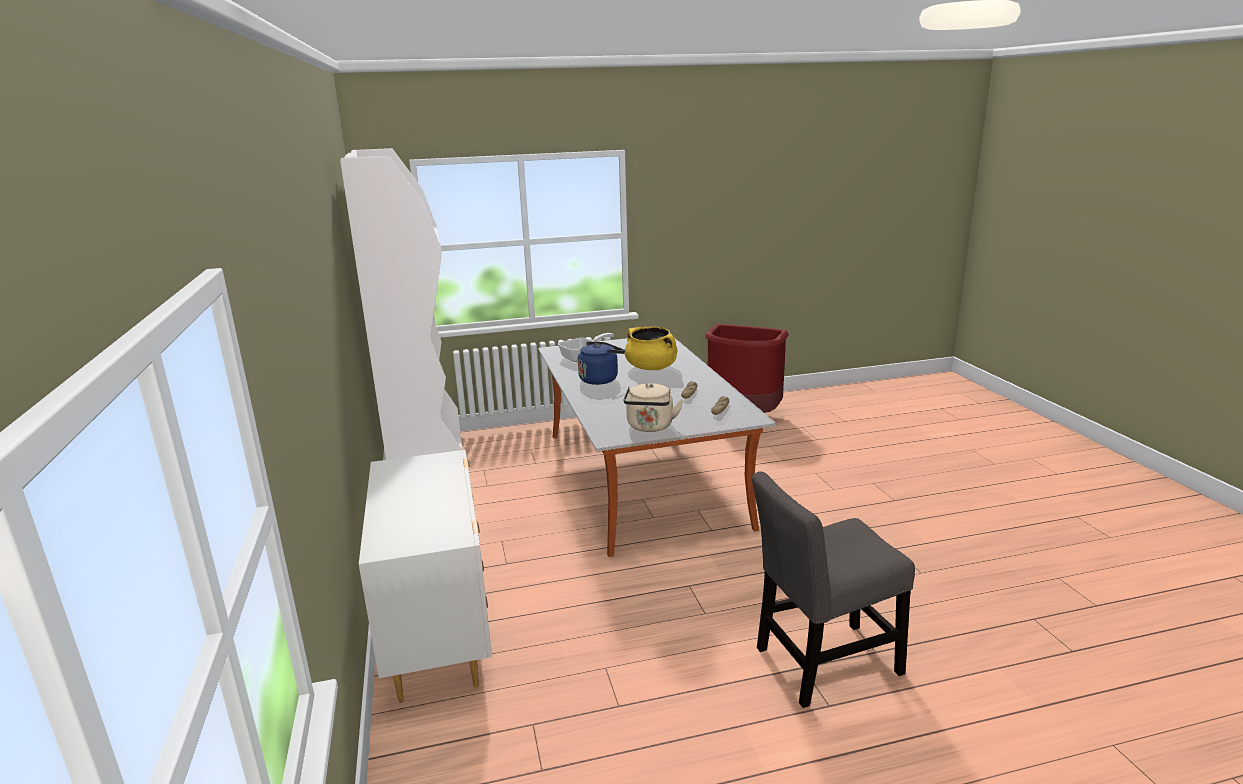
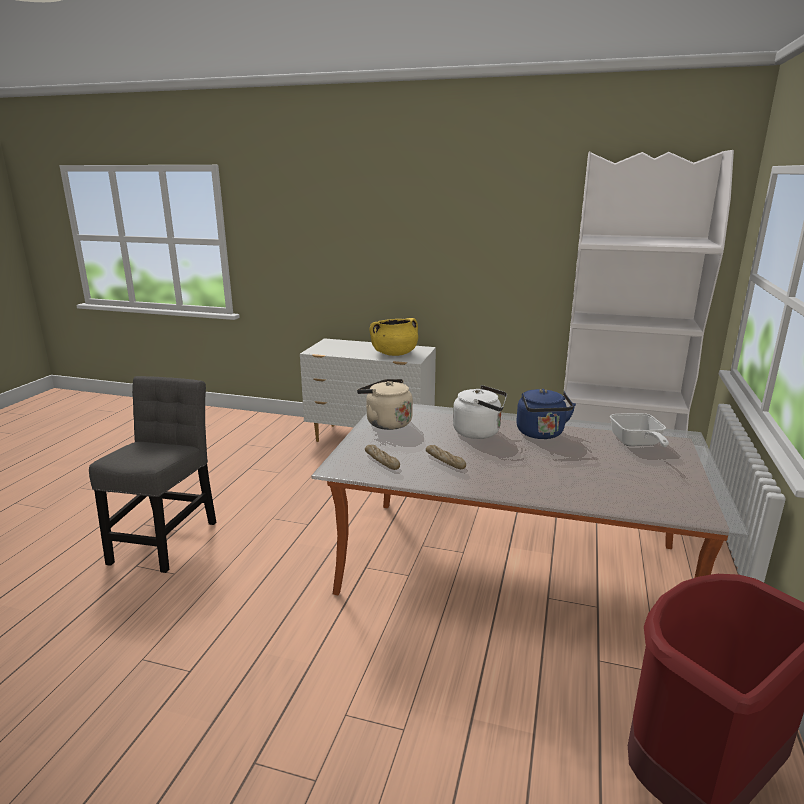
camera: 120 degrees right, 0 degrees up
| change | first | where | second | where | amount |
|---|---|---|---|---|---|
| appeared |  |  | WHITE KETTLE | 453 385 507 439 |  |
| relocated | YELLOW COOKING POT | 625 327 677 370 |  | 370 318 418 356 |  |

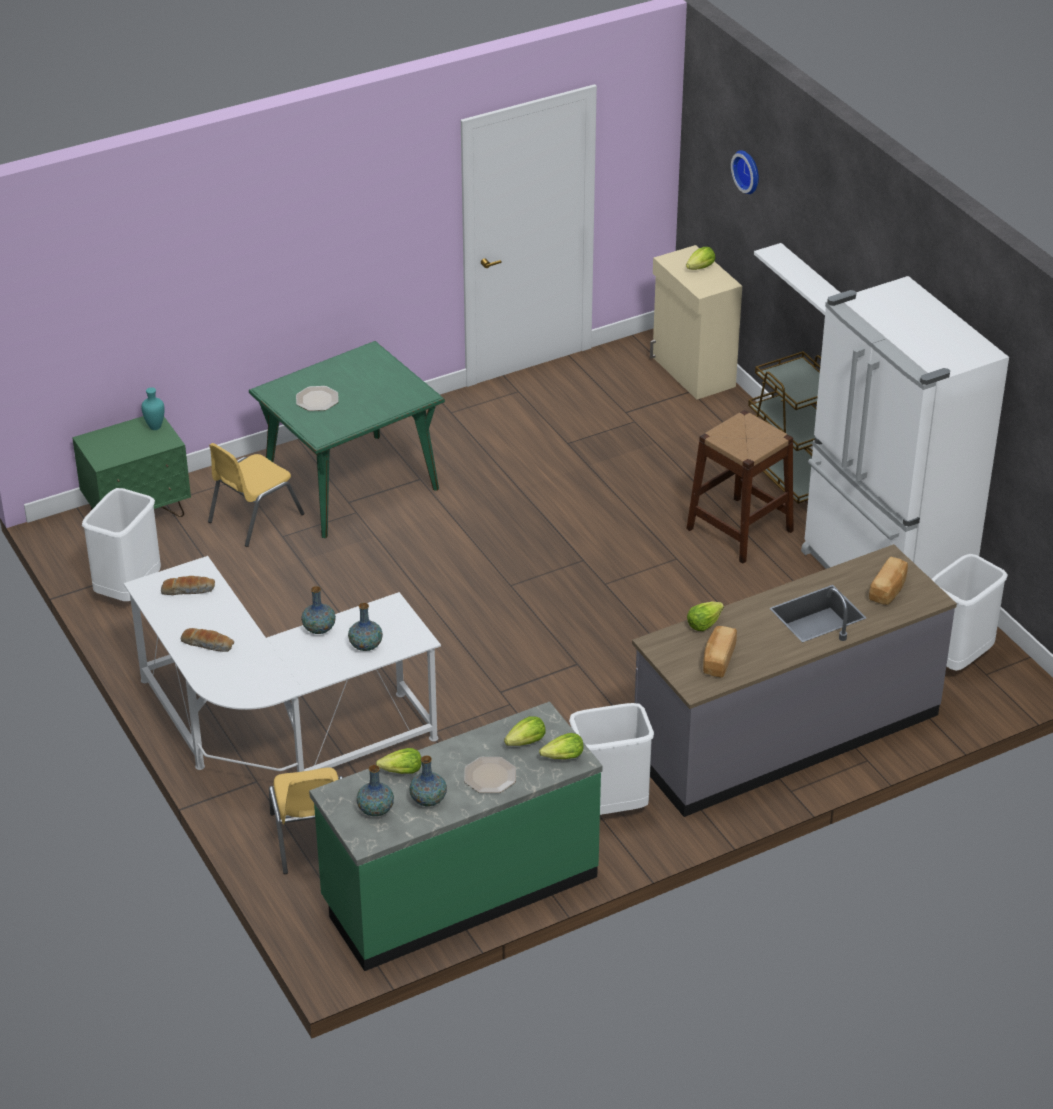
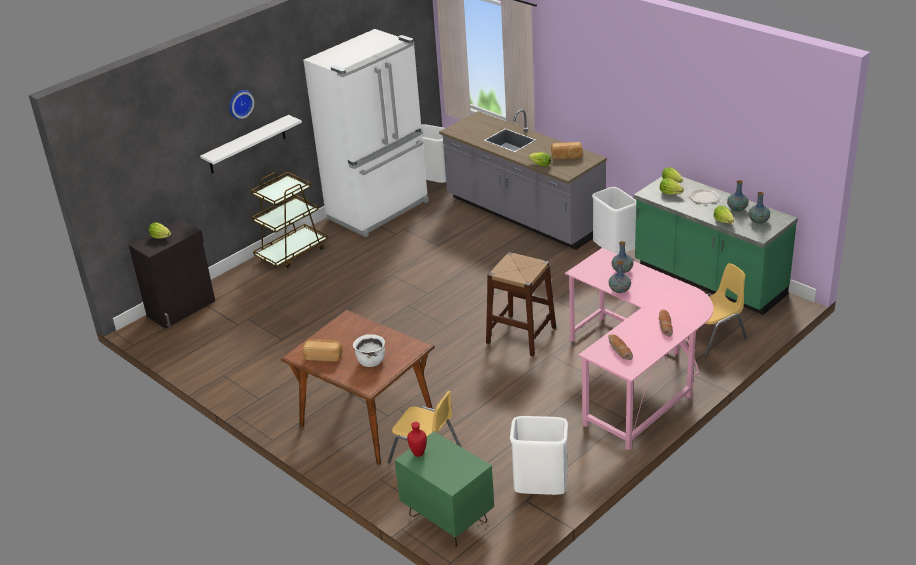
camera: 105 degrees left, 5 degrees down
| change | first | where | second | where | amount |
|---|---|---|---|---|---|
| relocated | BROWN STOOL | 686 410 794 564 |  | 486 252 556 356 |  |
| relocated | WALL CLOCK | 731 150 759 194 |  | 229 90 254 119 |  |
| relocated | BREAD | 869 557 908 605 |  | 302 339 343 362 |  |
| exchanged | PLATE | 296 386 339 411 | WHITE COOKING POT | 353 334 385 367 |  |
| colour | WHITE DESK | 124 556 441 772 | PINK DESK | 565 248 713 450 |  |
| colour | TURQUOISE VASE | 141 387 164 430 | RED VASE | 407 422 427 457 |  |
| colour | GREEN DINING TABLE | 249 341 445 538 | BROWN DINING TABLE | 281 310 435 465 |  |
| colour | BEIGE CABINET | 650 245 742 400 | BLACK CABINET | 129 219 215 329 |  |

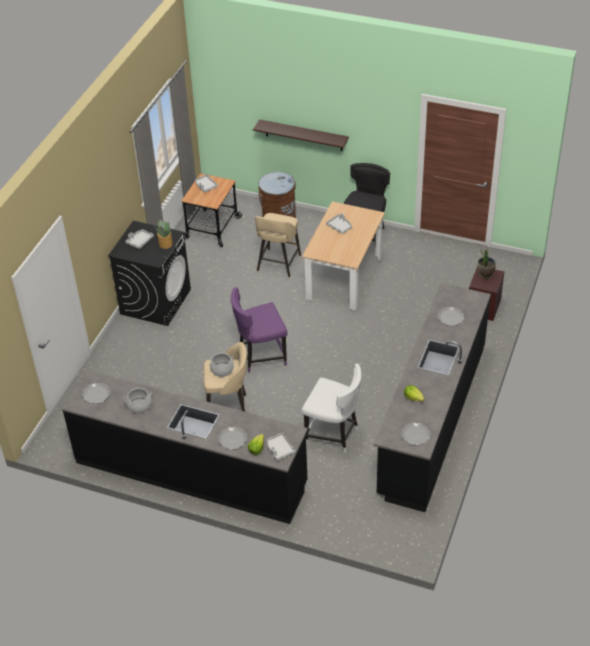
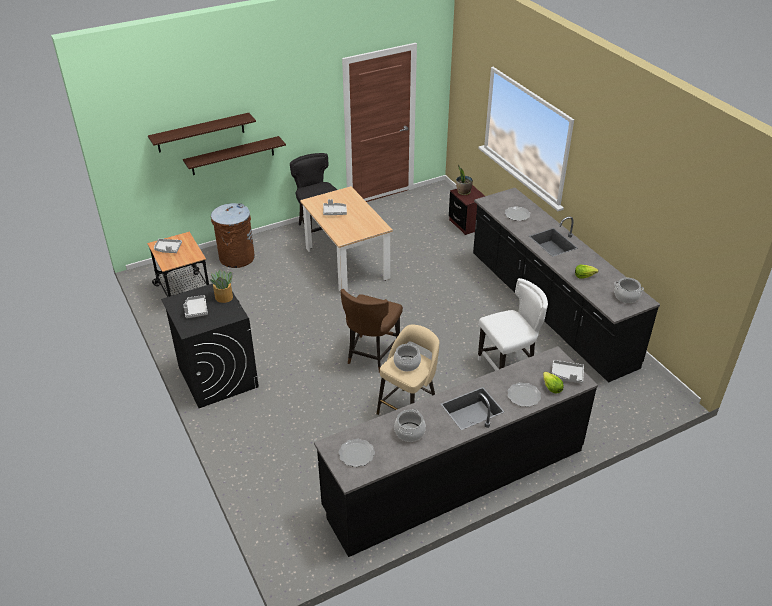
camera: 50 degrees left, 5 degrees down
| change | first | where | second | where | amount |
|---|---|---|---|---|---|
| missing | BEIGE STOOL | 255 213 301 277 |  |  |  |
| appeared |  |  | SHELF | 148 113 256 153 |  |
| exchanged | PLATE | 401 422 431 445 | COOKING POT | 614 278 644 303 |  |
| colour | PURPLE CHAIR | 231 287 288 373 | BROWN CHAIR | 340 289 403 373 |  |

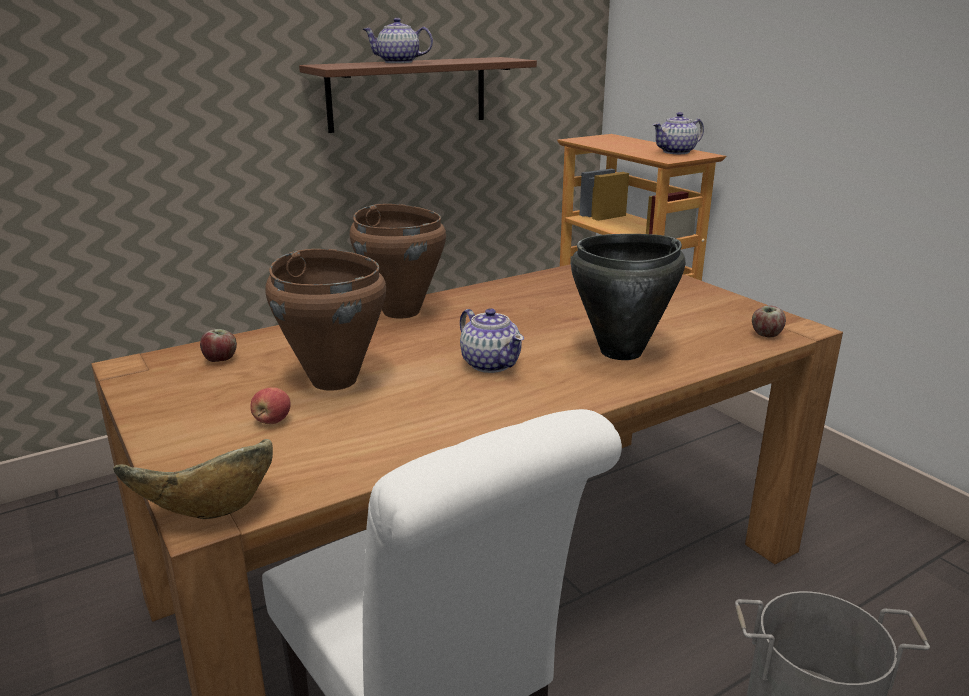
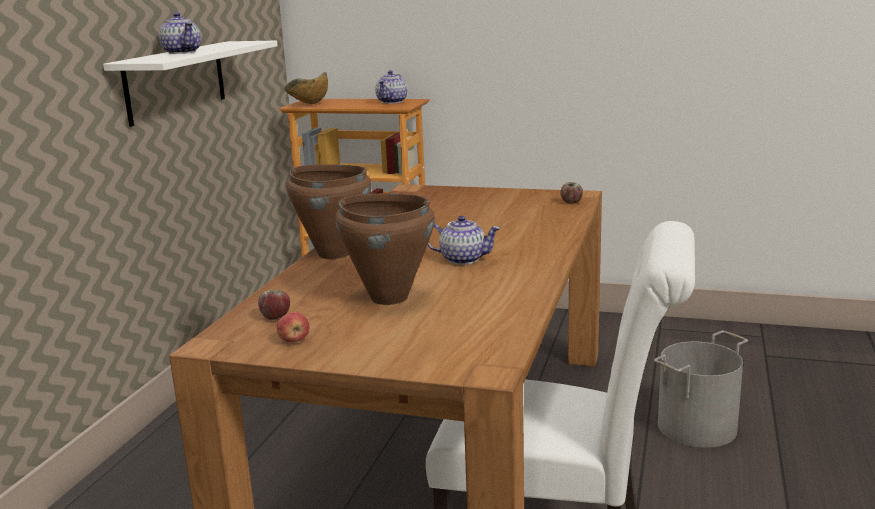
camera: 40 degrees left, 5 degrees down
| change | first | where | second | where | amount |
|---|---|---|---|---|---|
| missing | BLACK COOKING POT | 571 234 685 360 |  |  |  |
| relocated | BOWL | 113 439 273 519 |  | 284 72 328 104 |  |
| relocated | APPLE | 250 387 291 424 |  | 277 312 309 343 |  |
| colour | BROWN SHELF | 299 57 537 133 | WHITE SHELF | 103 41 278 127 |  |
| spun | TEAPOT | 363 18 433 63 |  | 159 12 201 54 | 90 degrees counterclockwise |

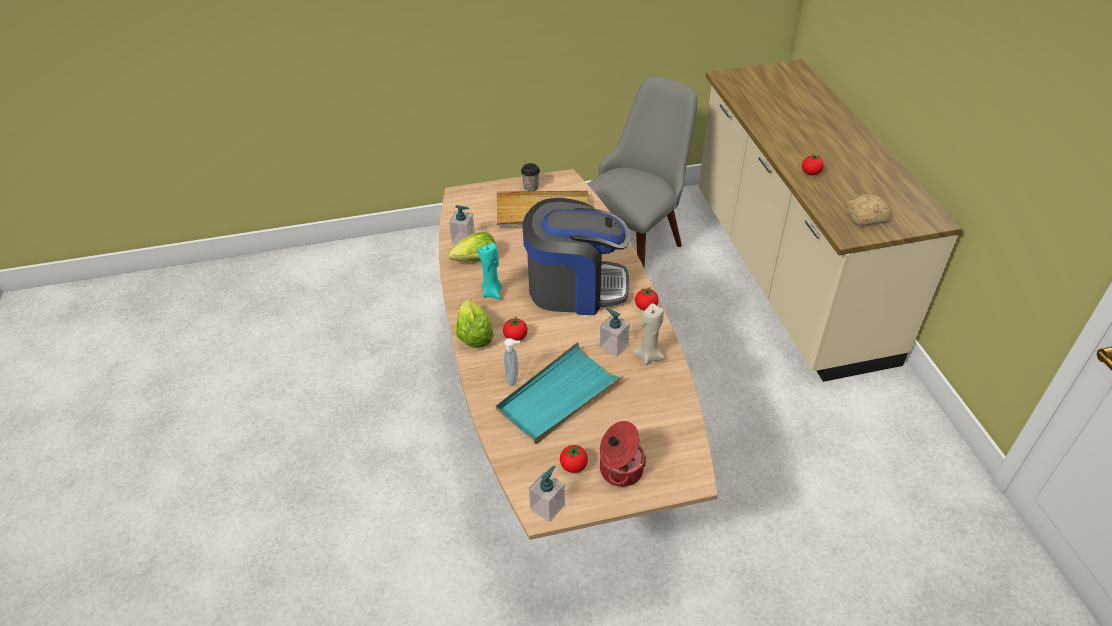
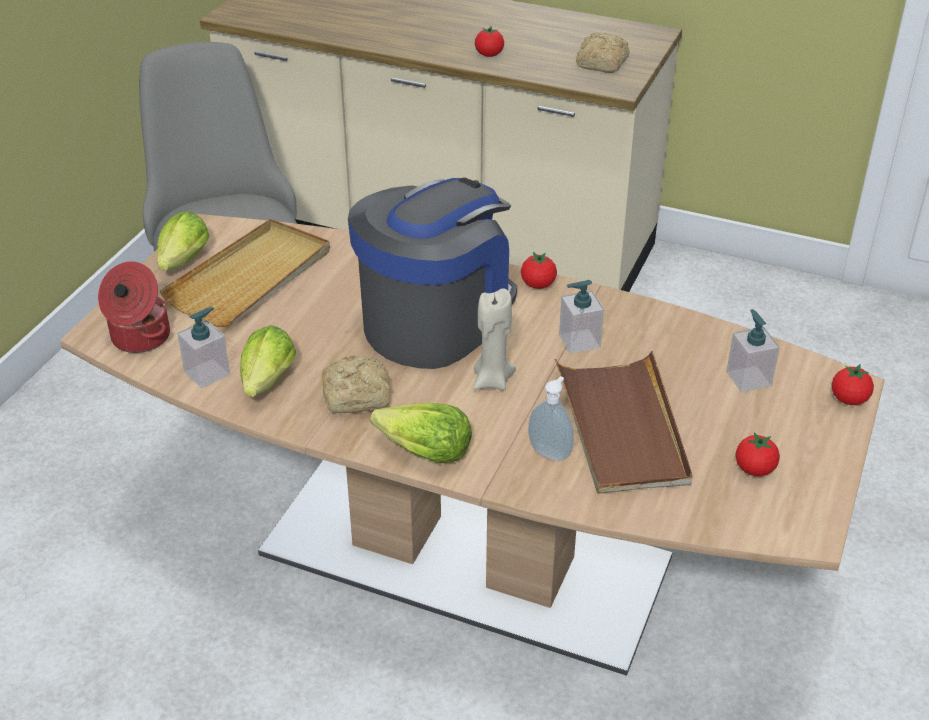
camera: 55 degrees left, 5 degrees down
| change | first | where | second | where | amount |
|---|---|---|---|---|---|
| relocated | TOMATO | 503 317 527 341 |  | 832 364 874 405 |  |
| relocated | SOAP DISPENSER | 529 466 565 522 |  | 727 309 780 392 |  |
| relocated | COOKING POT | 600 421 646 487 |  | 98 261 170 353 |  |
| relocated | BEIGE CANDLE | 633 303 665 365 |  | 473 288 516 391 |  |
| exchanged | TURQUOISE CANDLE | 478 242 502 300 | BREAD | 322 356 390 414 |  |
| exchanged | CUP | 521 163 540 191 | LETTUCE | 157 211 210 271 |  |
| colour | TURQUOISE TRAY | 496 342 623 444 | BROWN TRAY | 555 351 693 494 |  |

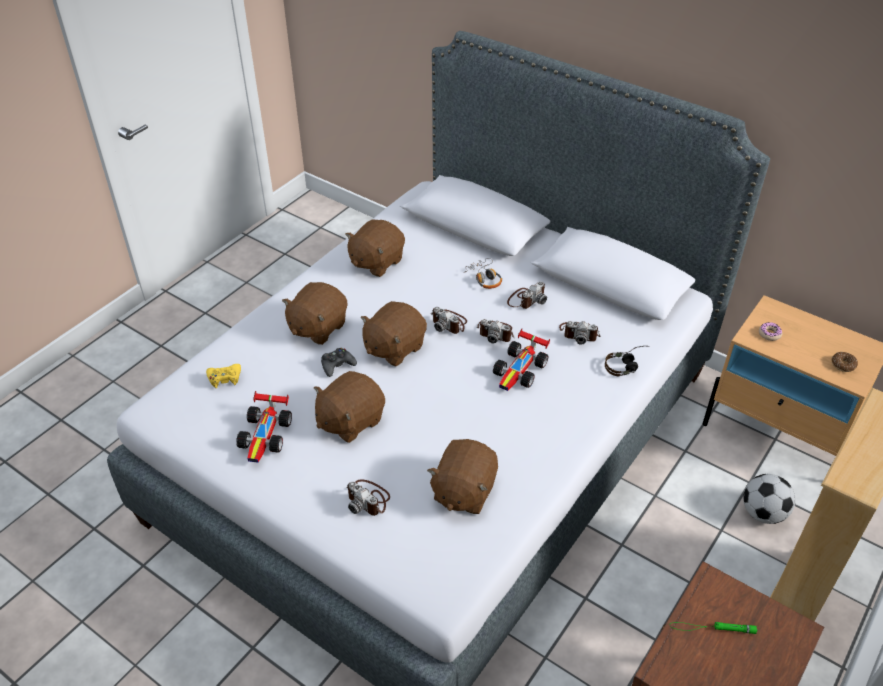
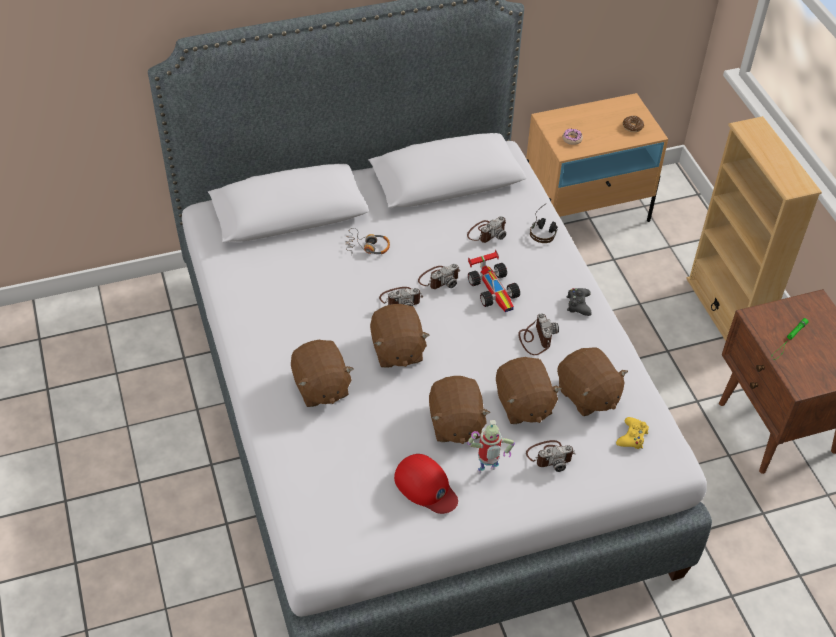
camera: 55 degrees left, 5 degrees up
| change | first | where | second | where | amount |
|---|---|---|---|---|---|
| missing | FOOTBALL | 743 474 796 524 |  |  |  |
| appeared |  |  | TOY ROBOT | 467 419 515 474 |  |
| relocated | YELLOW GAME CONTROLLER | 206 364 241 388 |  | 616 417 649 449 |  |
| relocated | BLACK GAME CONTROLLER | 321 348 357 377 |  | 567 288 592 316 |  |
| relocated | BROWN PLUSH TOY | 345 220 405 277 |  | 496 357 562 424 |  |
| relocated | PHOTO CAMERA | 507 281 547 309 |  | 518 313 559 355 |  |
| exchanged | TOY CAR | 236 391 292 463 | RED CAP | 394 454 458 514 |  |

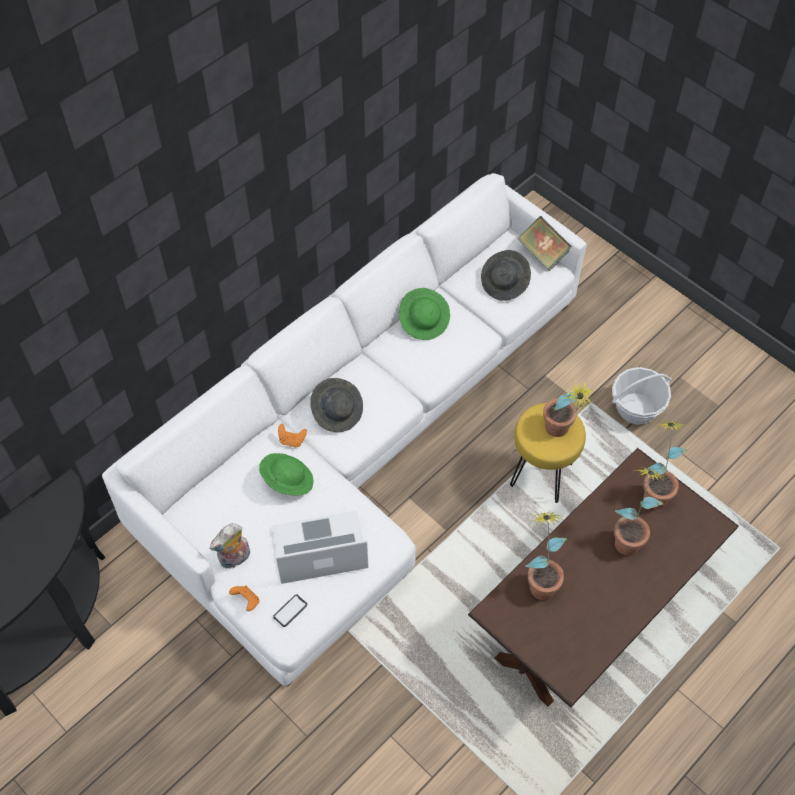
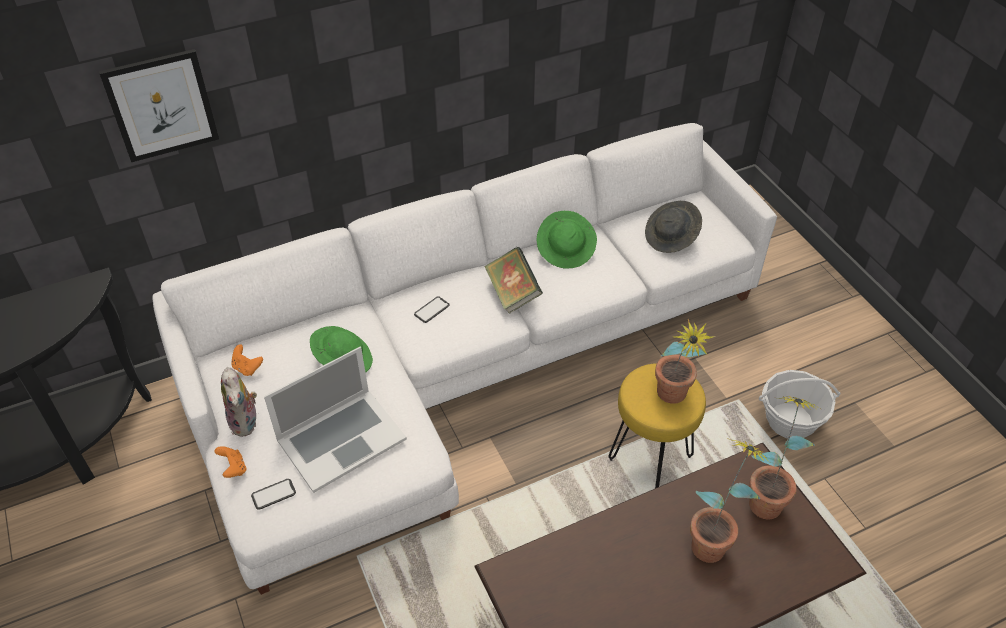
camera: 20 degrees right, 10 degrees down
| change | first | where | second | where | amount |
|---|---|---|---|---|---|
| missing | POTTED PLANT | 525 511 567 600 |  |  |  |
| appeared |  |  | PICTURE | 99 49 219 162 |  |
| relocated | ORANGE GAME CONTROLLER | 278 424 307 448 |  | 231 344 263 376 |  |
| relocated | BOOK | 517 216 572 271 |  | 485 247 543 314 |  |
| exchanged | GREY HAT | 310 378 363 432 | PHONE | 414 296 450 323 |  |
| spun | PLUSH TOY | 210 523 250 568 |  | 221 367 257 437 | 90 degrees counterclockwise |
| spun | LAPTOP | 272 510 369 584 |  | 264 346 407 493 | 135 degrees clockwise |

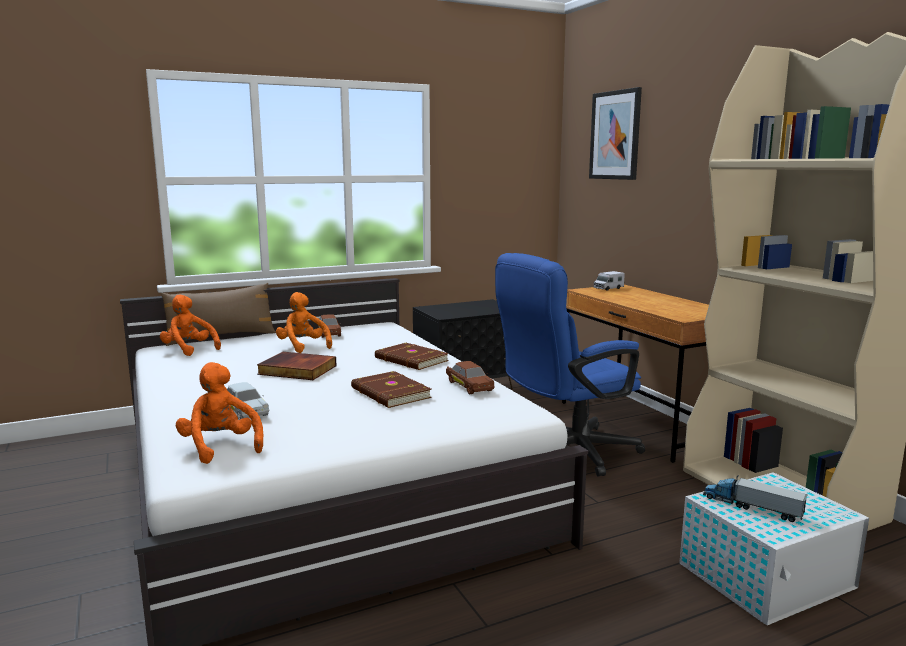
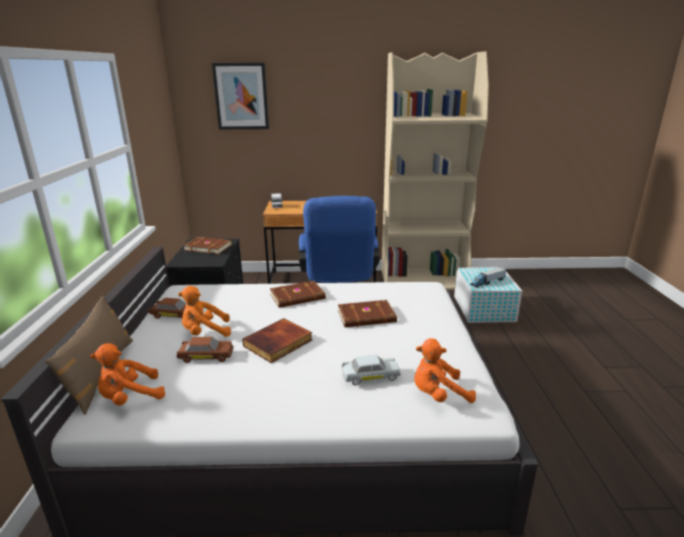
camera: 65 degrees left, 10 degrees up
| change | first | where | second | where | amount |
|---|---|---|---|---|---|
| appeared |  |  | BROWN BOOK | 183 237 232 254 |  |
| relocated | BROWN TOY CAR | 446 361 495 394 |  | 177 337 233 363 |  |

